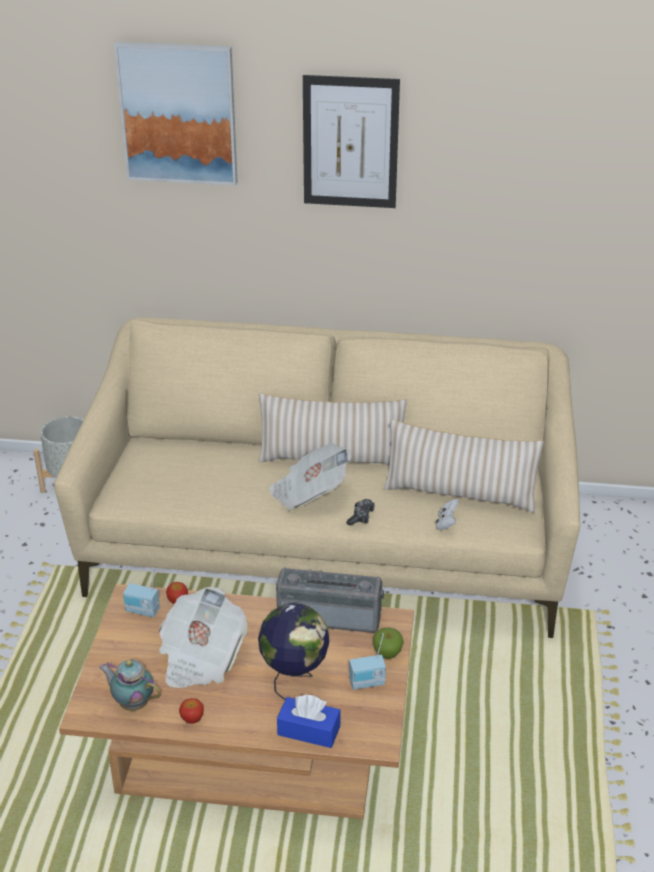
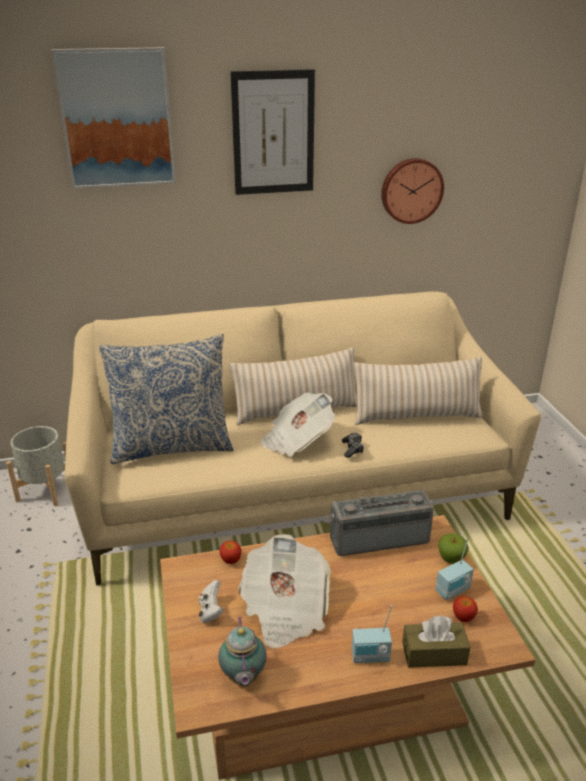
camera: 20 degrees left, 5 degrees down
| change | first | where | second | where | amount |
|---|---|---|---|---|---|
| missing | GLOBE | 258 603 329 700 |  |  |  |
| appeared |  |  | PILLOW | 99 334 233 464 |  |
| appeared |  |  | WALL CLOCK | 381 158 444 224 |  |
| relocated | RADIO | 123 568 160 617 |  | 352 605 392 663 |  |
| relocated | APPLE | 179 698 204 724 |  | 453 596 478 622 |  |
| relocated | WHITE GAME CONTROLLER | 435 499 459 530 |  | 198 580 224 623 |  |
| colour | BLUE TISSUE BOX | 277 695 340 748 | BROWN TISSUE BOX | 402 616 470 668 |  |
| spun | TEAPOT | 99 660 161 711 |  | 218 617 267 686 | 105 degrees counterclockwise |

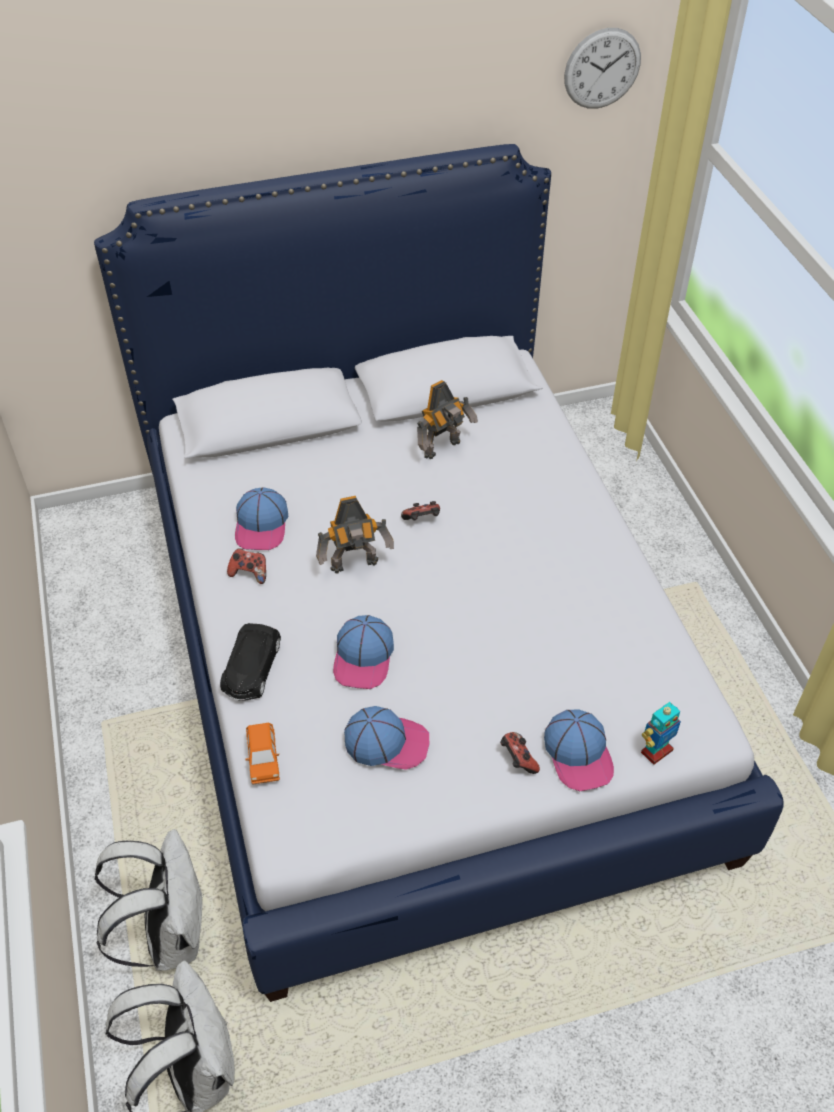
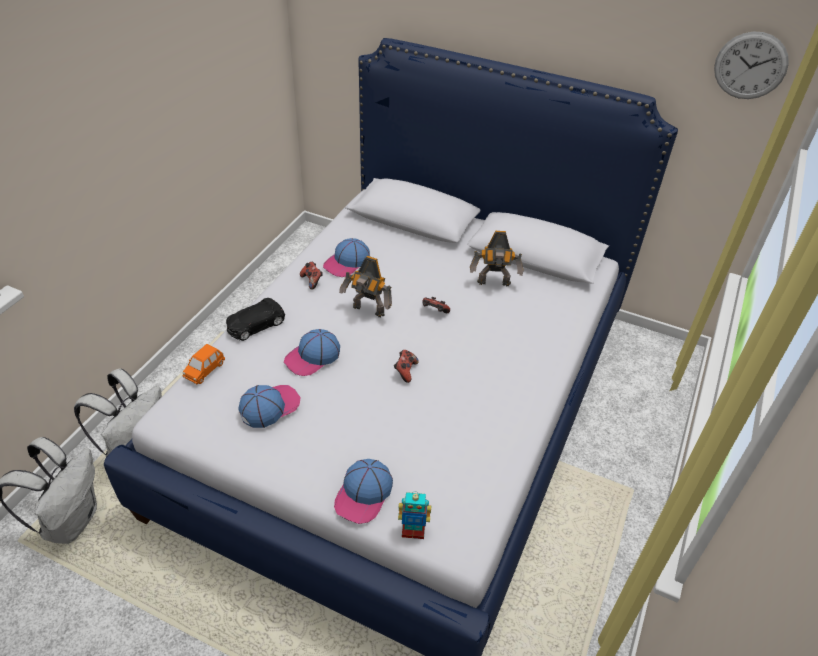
camera: 40 degrees right, 5 degrees down
| change | first | where | second | where | amount |
|---|---|---|---|---|---|
| relocated | GAME CONTROLLER | 500 732 540 774 |  | 394 350 419 383 |  |
| spun | CAP | 344 706 429 769 |  | 238 385 300 428 | 90 degrees counterclockwise |

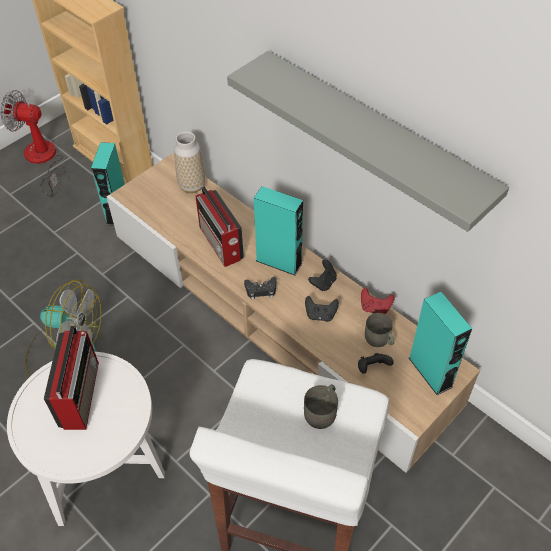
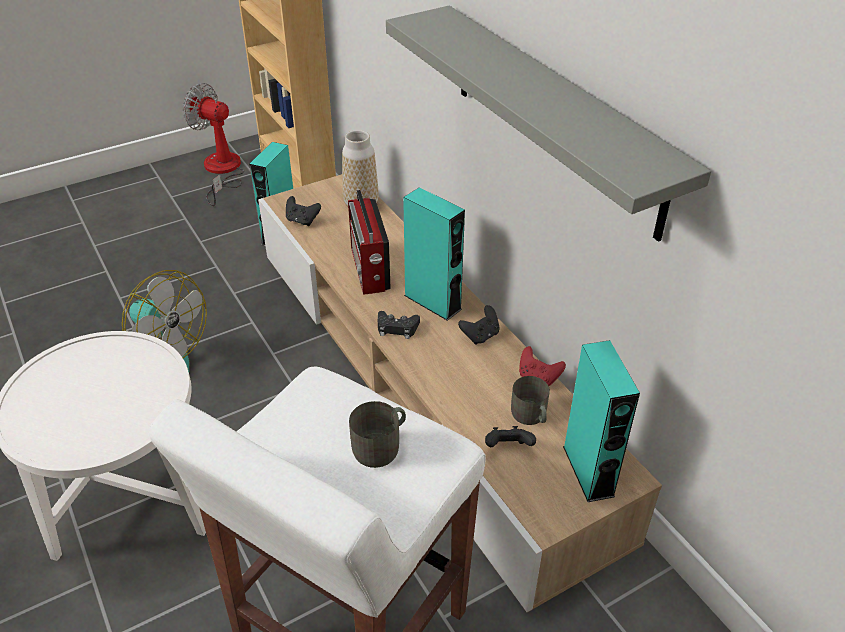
camera: 15 degrees right, 10 degrees down
| change | first | where | second | where | amount |
|---|---|---|---|---|---|
| missing | RADIO | 44 325 99 430 |  |  |  |
| relocated | BLACK GAME CONTROLLER | 305 296 339 322 |  | 286 196 321 226 |  |

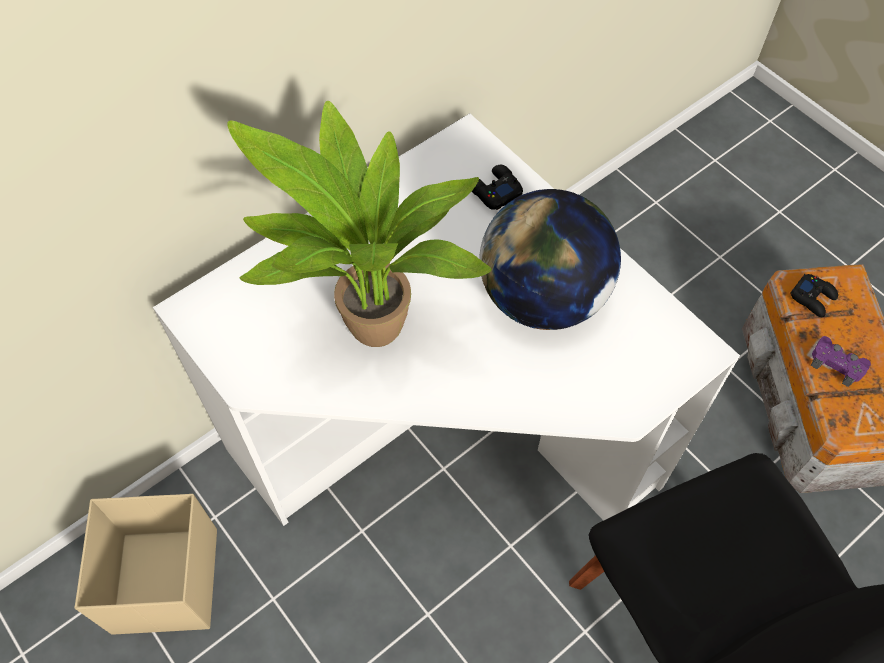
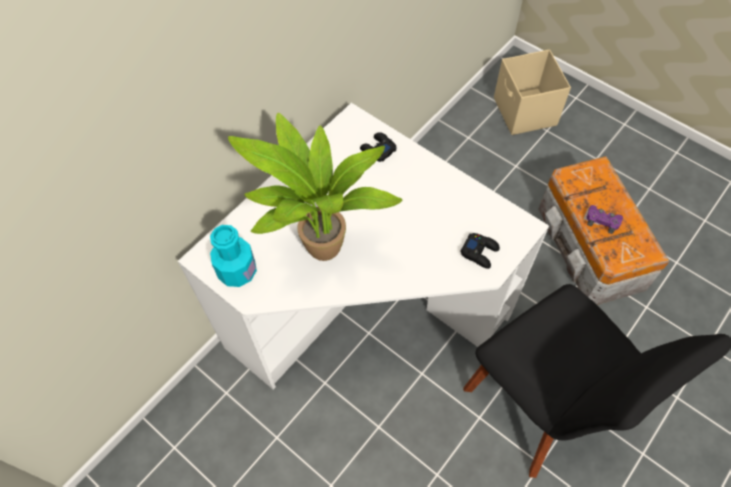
camera: 10 degrees left, 0 degrees up
| change | first | where | second | where | amount |
|---|---|---|---|---|---|
| missing | GLOBE | 479 189 621 330 |  |  |  |
| appeared |  |  | TURQUOISE BOTTLE | 210 225 257 287 |  |
| relocated | BEIGE STORAGE BOX | 74 494 217 635 |  | 494 49 571 135 |  |
| relocated | BLACK GAME CONTROLLER | 791 274 838 317 |  | 460 233 500 269 |  |

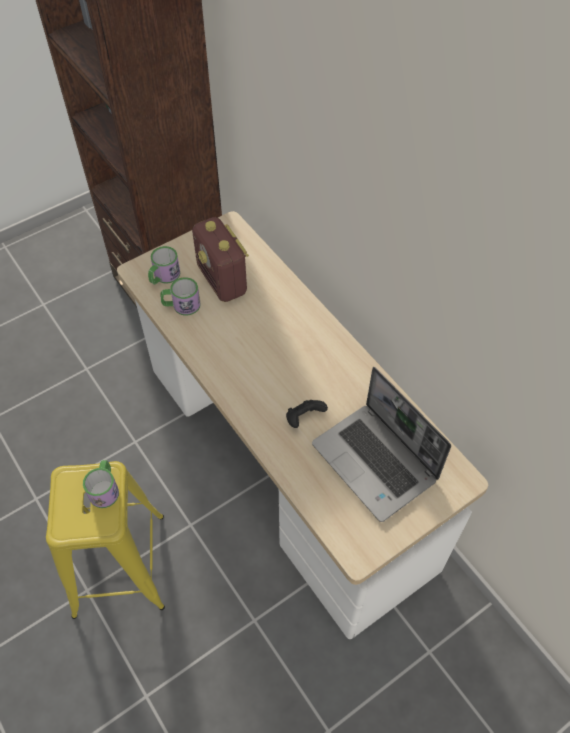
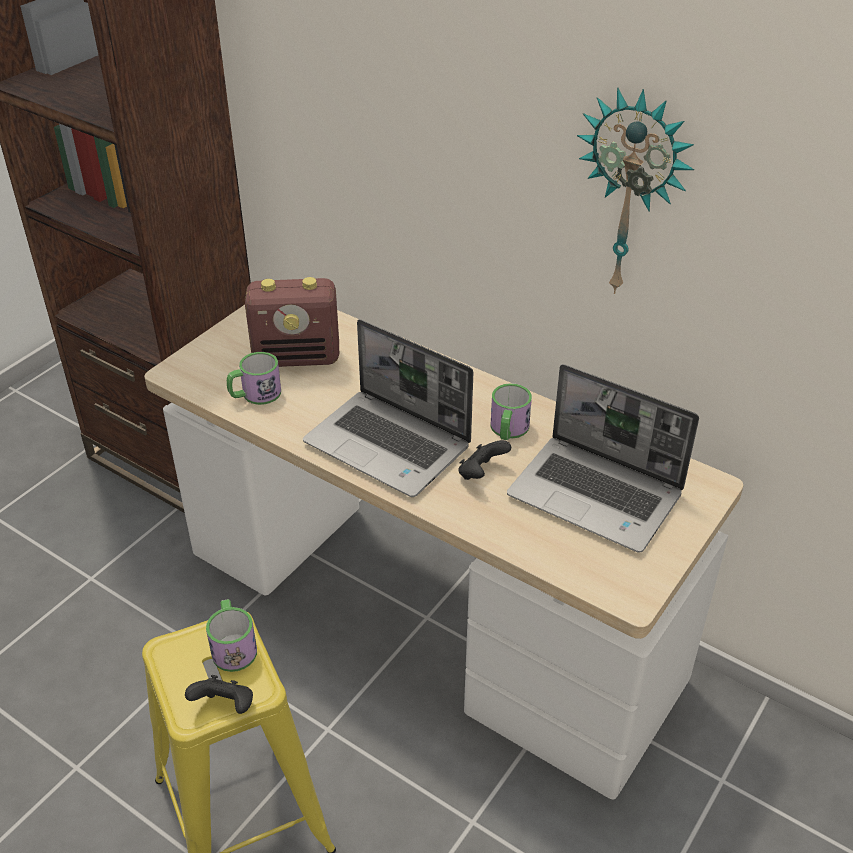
camera: 20 degrees left, 15 degrees down
| change | first | where | second | where | amount |
|---|---|---|---|---|---|
| appeared |  |  | BLACK GAME CONTROLLER | 185 675 253 714 |  |
| appeared |  |  | LAPTOP | 303 319 473 497 |  |
| appeared |  |  | WALL CLOCK | 577 87 694 294 |  |
| relocated | MUG | 148 246 180 284 |  | 490 383 532 440 |  |
| spun | RADIO | 192 217 249 302 |  | 245 277 339 367 | 45 degrees counterclockwise |

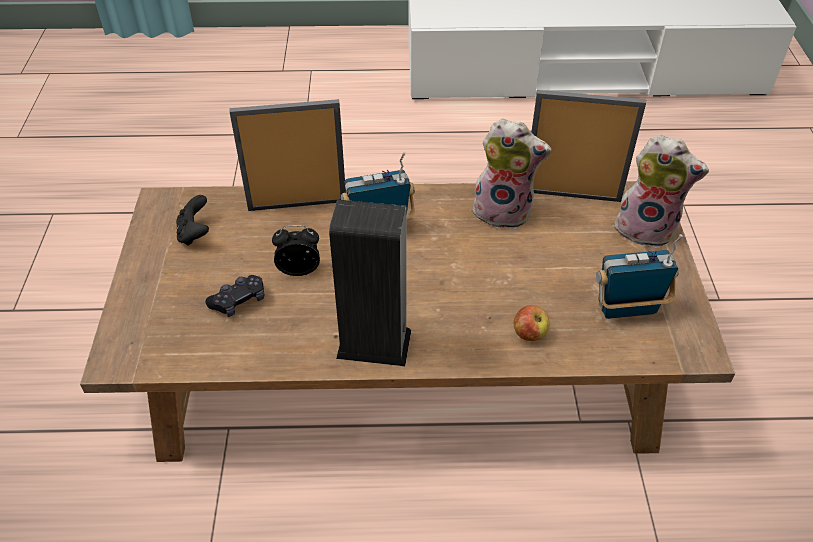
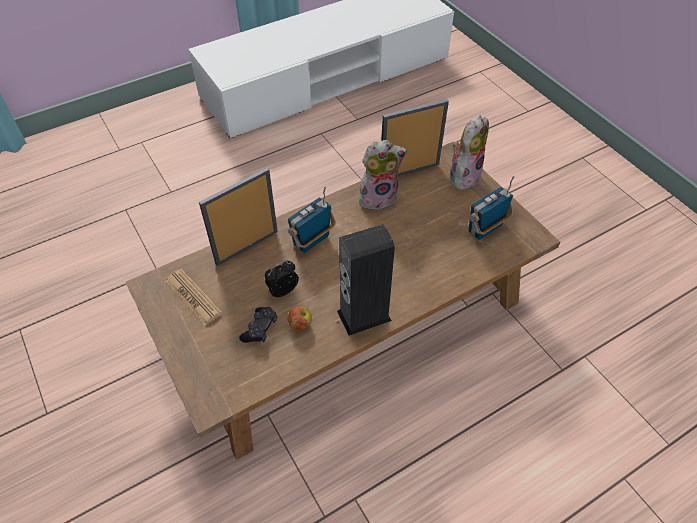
camera: 30 degrees left, 5 degrees up
| change | first | where | second | where | amount |
|---|---|---|---|---|---|
| relocated | APPLE | 514 305 549 341 |  | 287 306 312 331 |  |
| exchanged | BLACK GAME CONTROLLER | 176 195 209 246 | NEWSPAPER | 165 269 223 326 |  |
| spun | PLUSH TOY | 615 135 709 248 |  | 450 115 489 190 | 45 degrees counterclockwise |

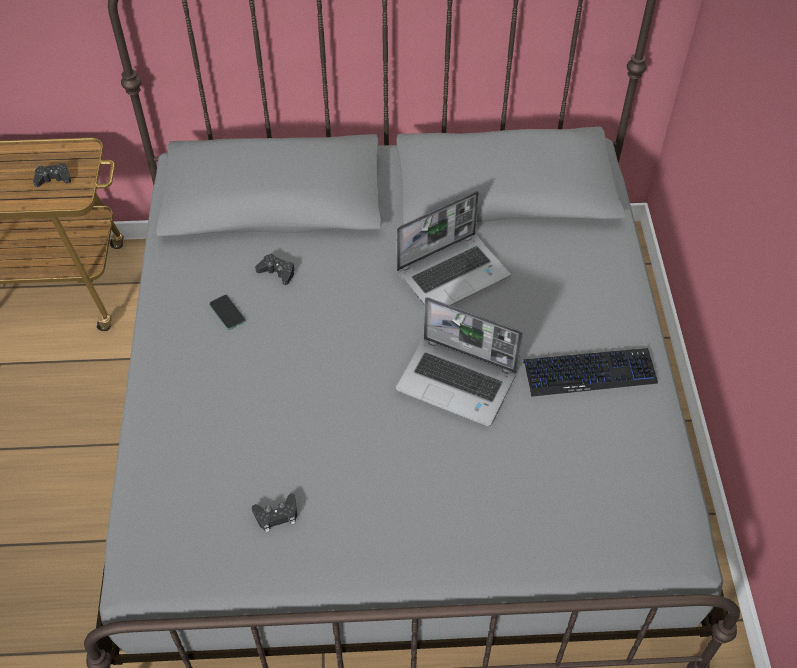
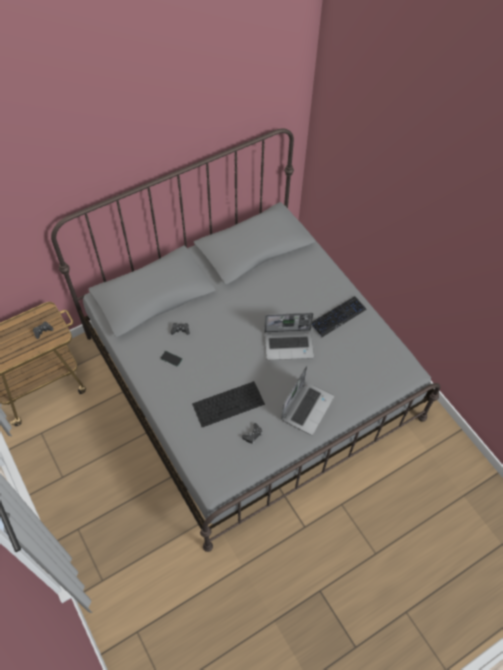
camera: 30 degrees left, 5 degrees up
| change | first | where | second | where | amount |
|---|---|---|---|---|---|
| appeared |  |  | KEYBOARD | 192 381 265 427 |  |
| relocated | LAPTOP | 397 191 511 306 |  | 281 366 334 435 |  |

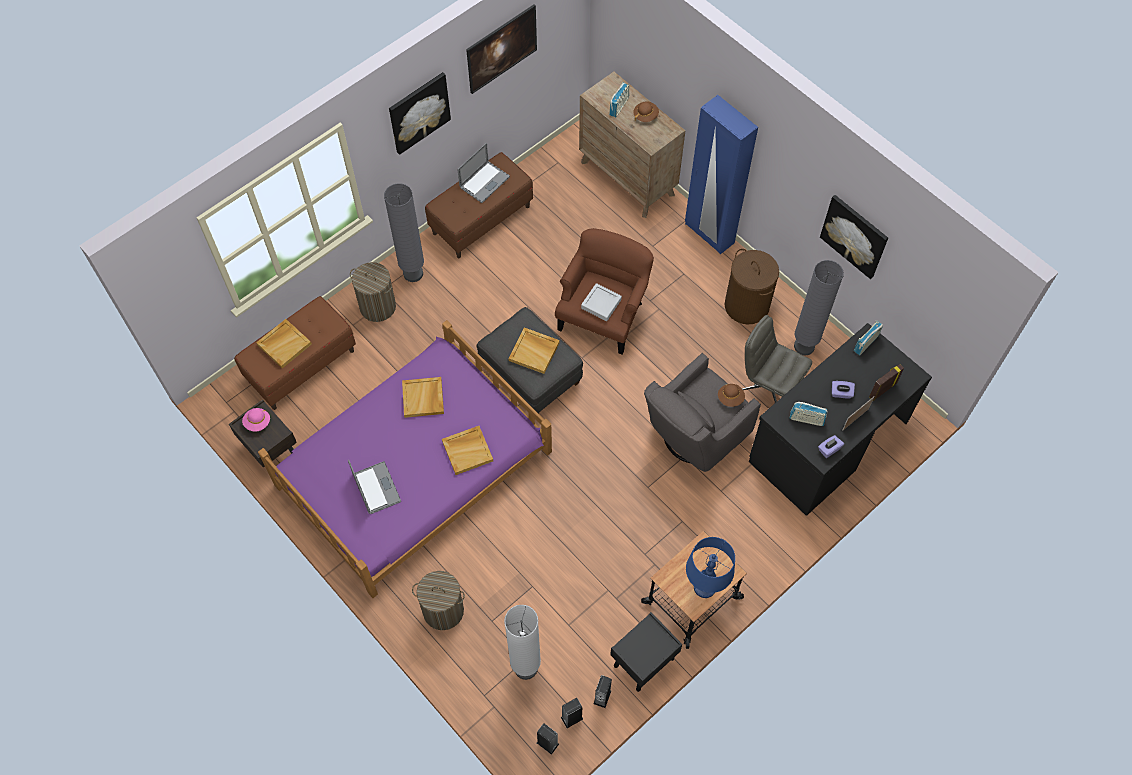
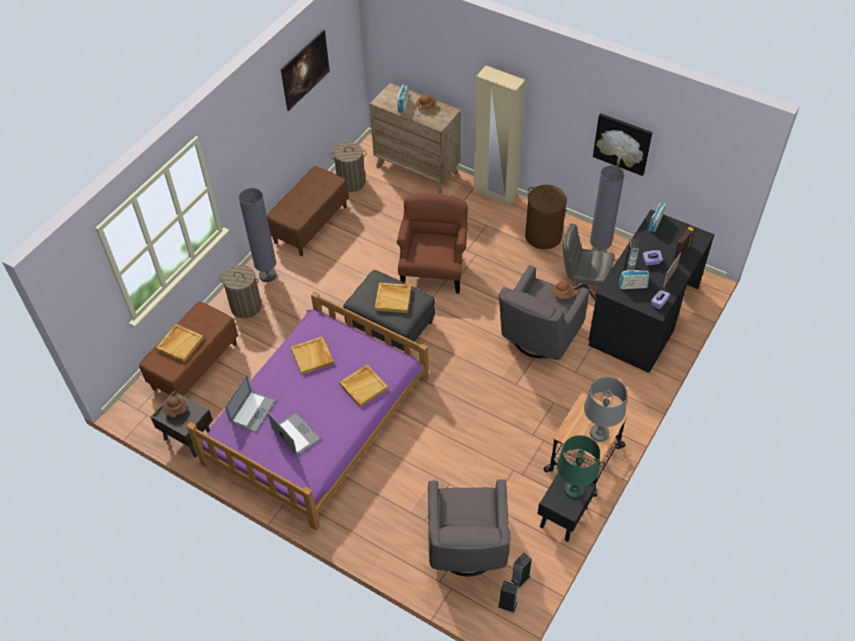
camera: 15 degrees left, 10 degrees down
| change | first | where | second | where | amount |
|---|---|---|---|---|---|
| missing | PICTURE | 389 72 451 155 |  |  |  |
| missing | GREY TRAY | 581 283 622 321 |  |  |  |
| appeared |  |  | GREEN TABLE LAMP | 557 435 600 499 |  |
| relocated | LAUNDRY BASKET | 412 571 465 630 |  | 330 142 367 192 |  |
| relocated | LAPTOP | 458 143 510 203 |  | 225 375 276 433 |  |
| relocated | SPEAKER | 594 675 612 708 |  | 624 238 640 272 |  |
| exchanged | WHITE FLOOR LAMP | 504 605 541 680 | GREY ARMCHAIR | 428 479 510 577 |  |
| colour | PINK HAT | 242 408 270 432 | BROWN HAT | 162 396 187 416 |  |
| colour | BLUE WARDROBE | 685 95 758 254 | BEIGE WARDROBE | 474 66 525 206 |  |
| colour | BLUE TABLE LAMP | 686 537 735 598 | GREY TABLE LAMP | 584 377 627 442 |  |

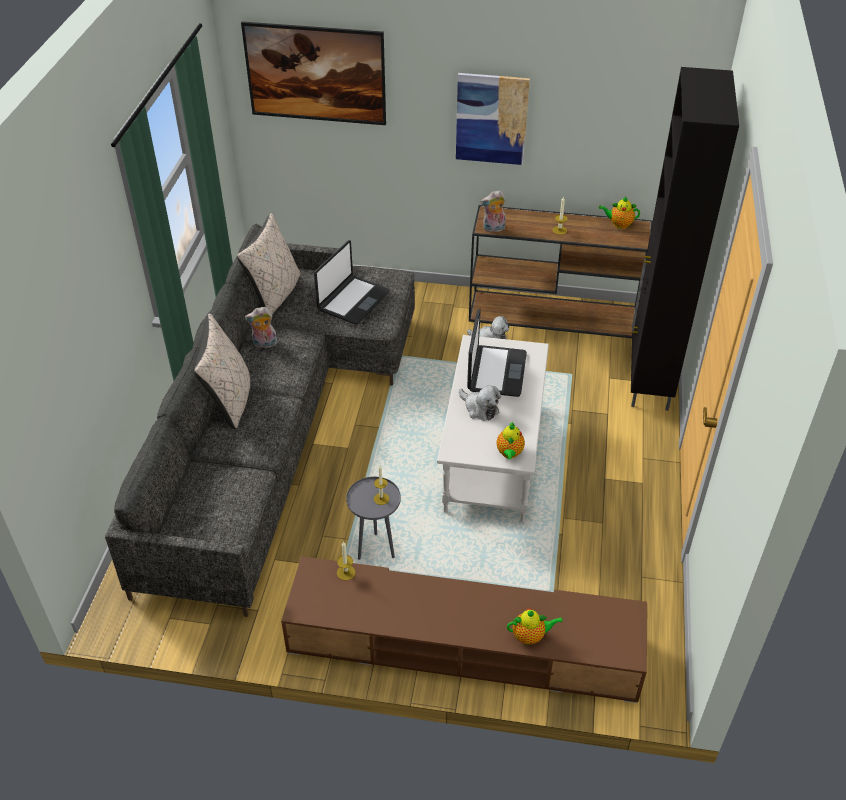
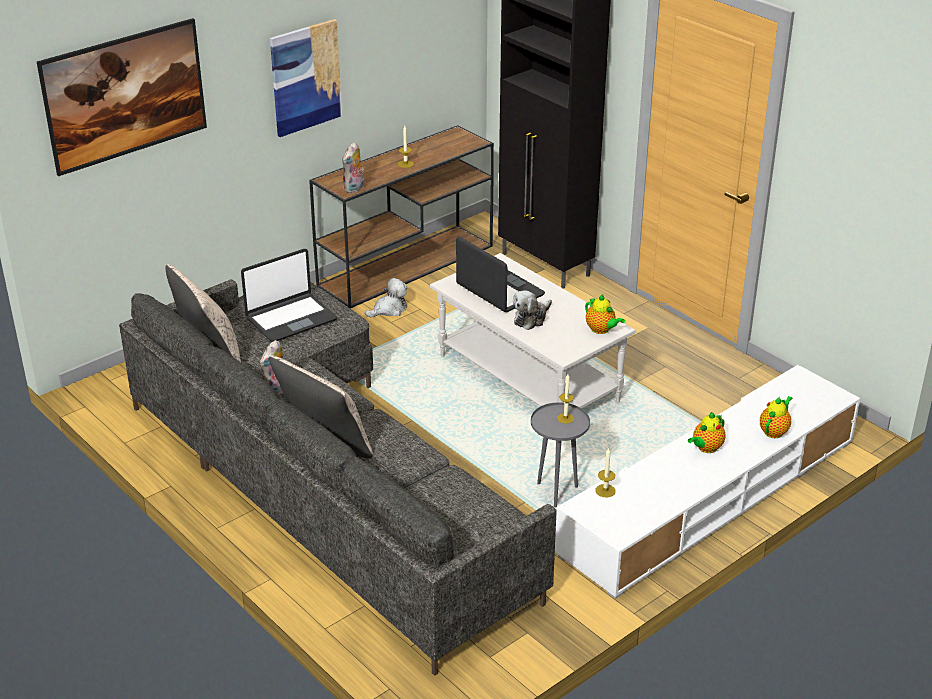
camera: 50 degrees left, 10 degrees down
| change | first | where | second | where | amount |
|---|---|---|---|---|---|
| relocated | TEAPOT | 599 196 640 229 |  | 688 412 726 453 |  |
| colour | BROWN TV STAND | 281 556 647 703 | WHITE TV STAND | 555 365 860 599 |  |
| spun | LAPTOP | 314 240 390 324 |  | 241 249 337 342 | 75 degrees clockwise |
| spun | PLUSH TOY | 459 385 501 421 |  | 513 290 552 330 | 135 degrees clockwise |

